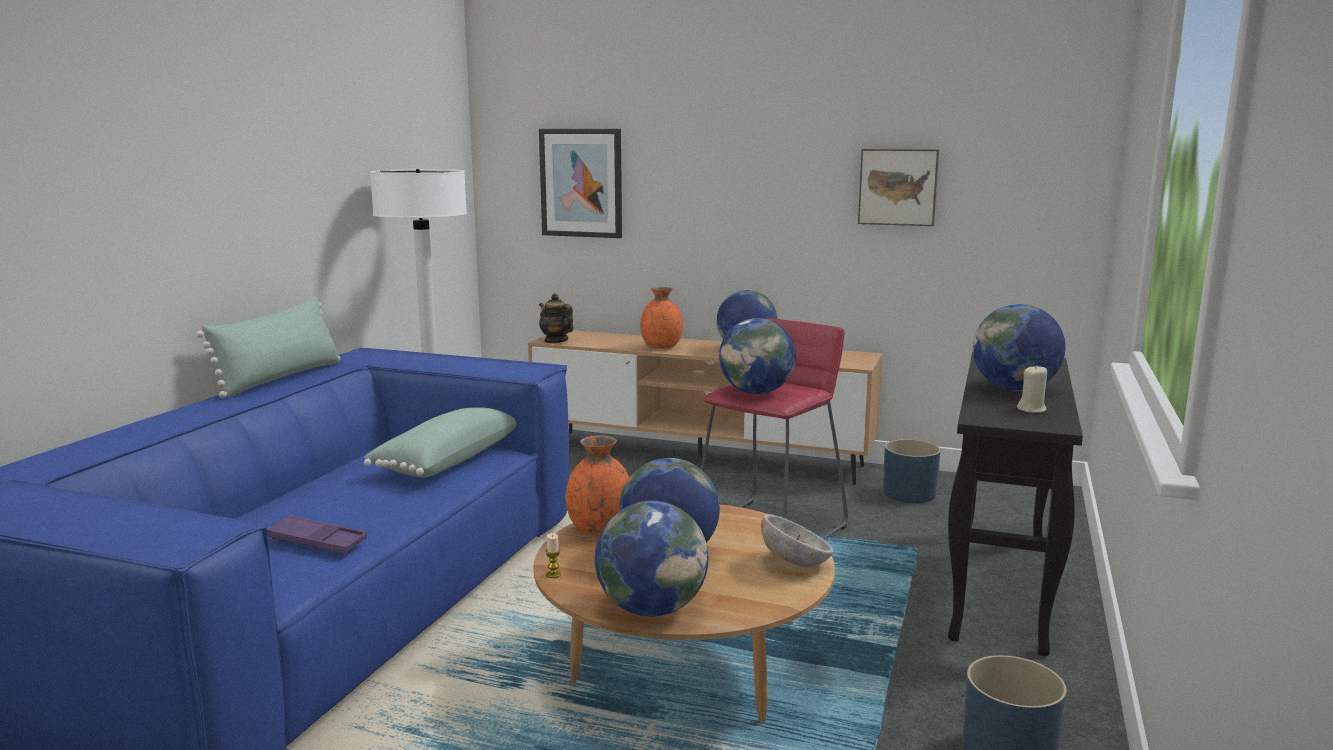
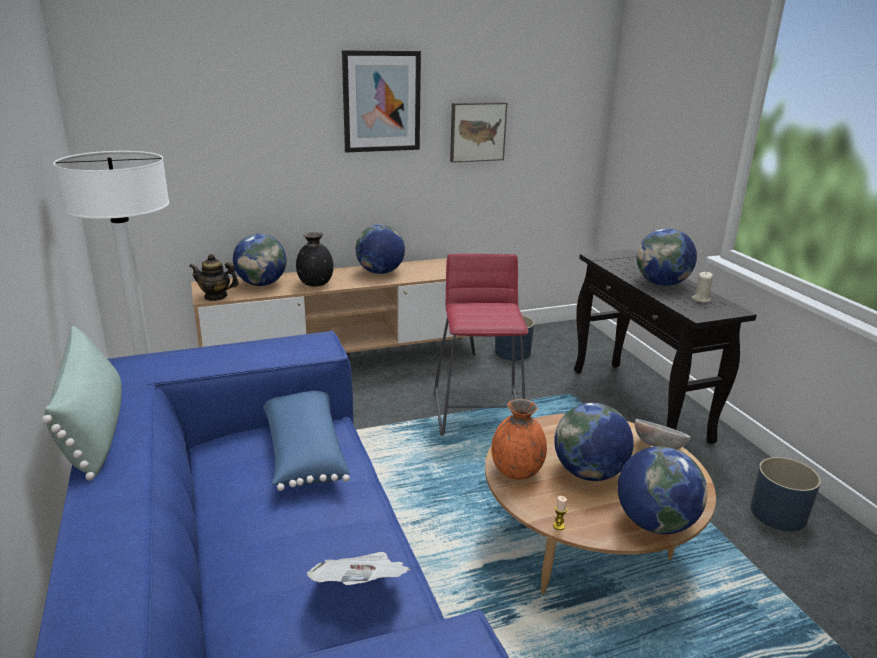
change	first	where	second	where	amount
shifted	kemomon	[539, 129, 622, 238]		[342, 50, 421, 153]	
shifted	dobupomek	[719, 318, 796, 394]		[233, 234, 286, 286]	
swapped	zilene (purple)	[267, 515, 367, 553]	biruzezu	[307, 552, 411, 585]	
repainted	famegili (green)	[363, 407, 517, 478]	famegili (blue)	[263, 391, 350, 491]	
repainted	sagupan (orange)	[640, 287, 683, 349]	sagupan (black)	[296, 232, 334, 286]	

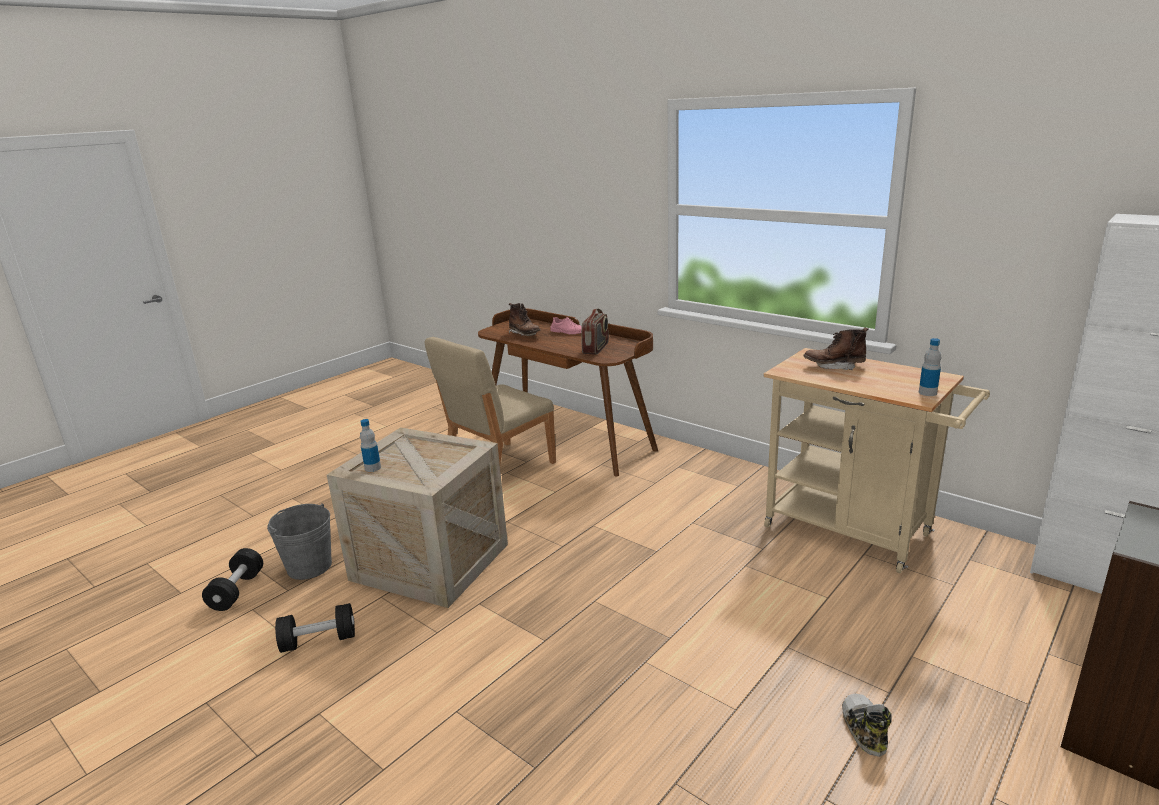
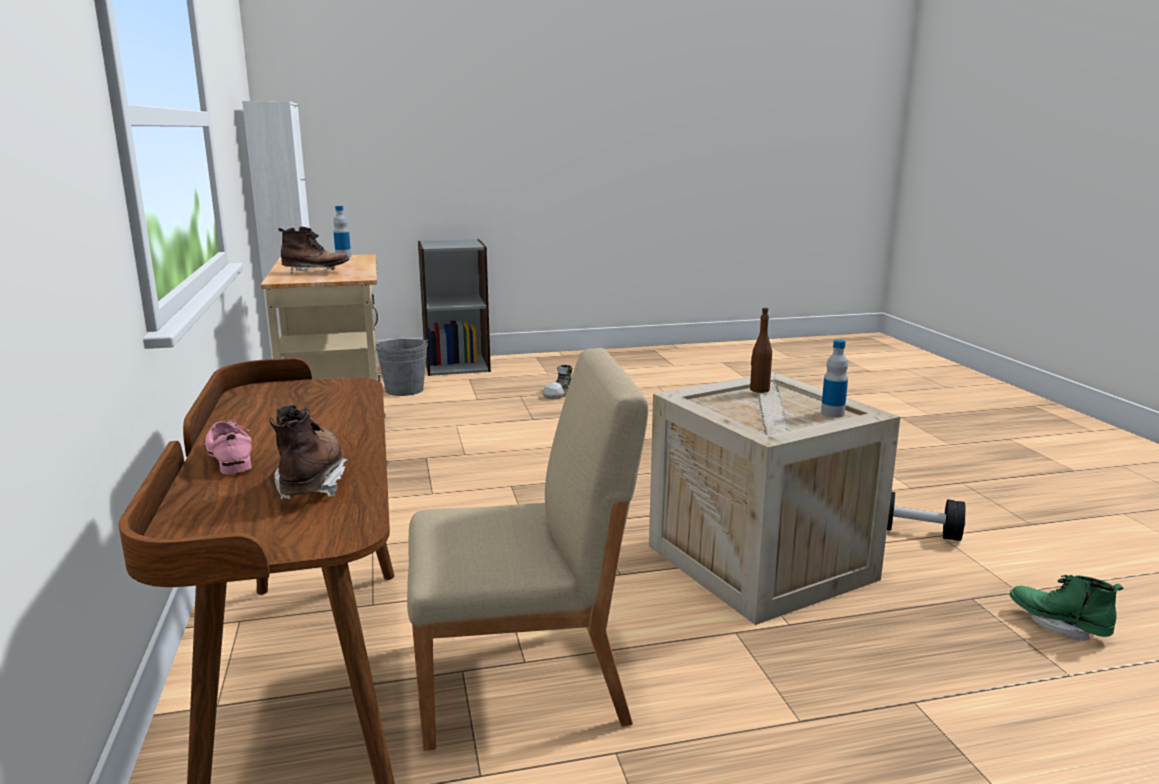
change	first	where	second	where	amount
gone	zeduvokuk	[581, 309, 609, 355]			
new			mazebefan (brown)	[750, 308, 772, 393]	
shifted	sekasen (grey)	[267, 504, 332, 580]		[376, 339, 428, 396]	
swapped	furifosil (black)	[202, 548, 263, 611]	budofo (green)	[1009, 575, 1123, 642]	
rotated	budofo (brown)	[804, 327, 869, 371]		[278, 226, 350, 274]	45 degrees counterclockwise

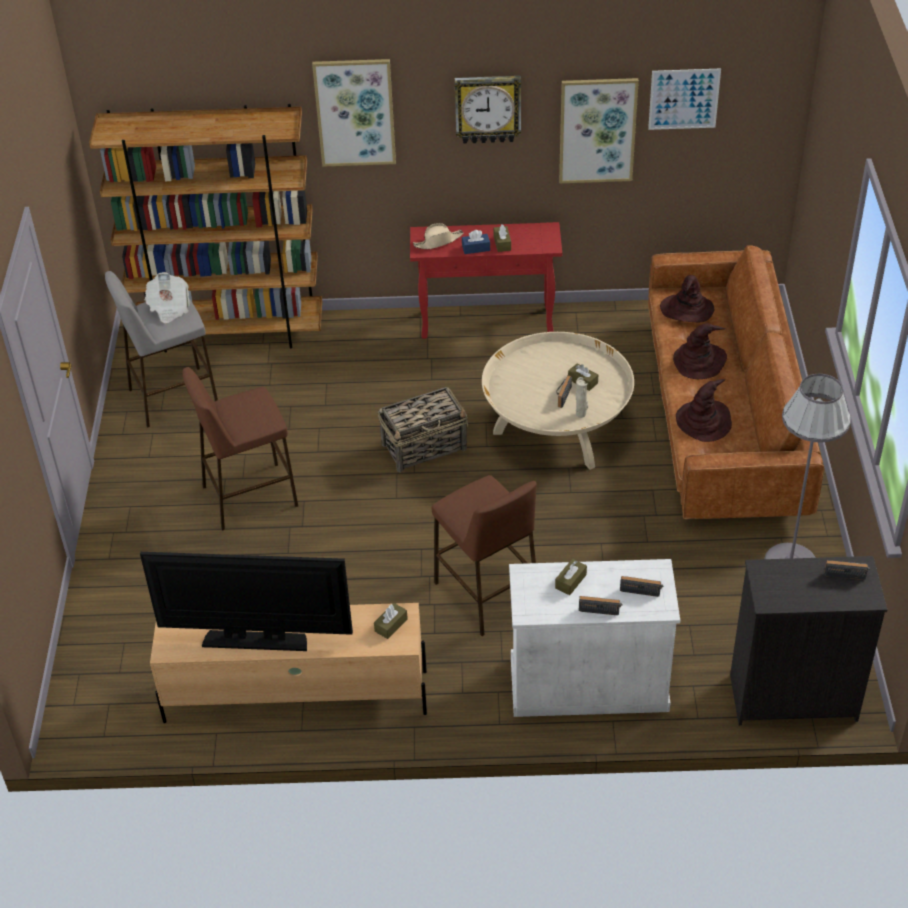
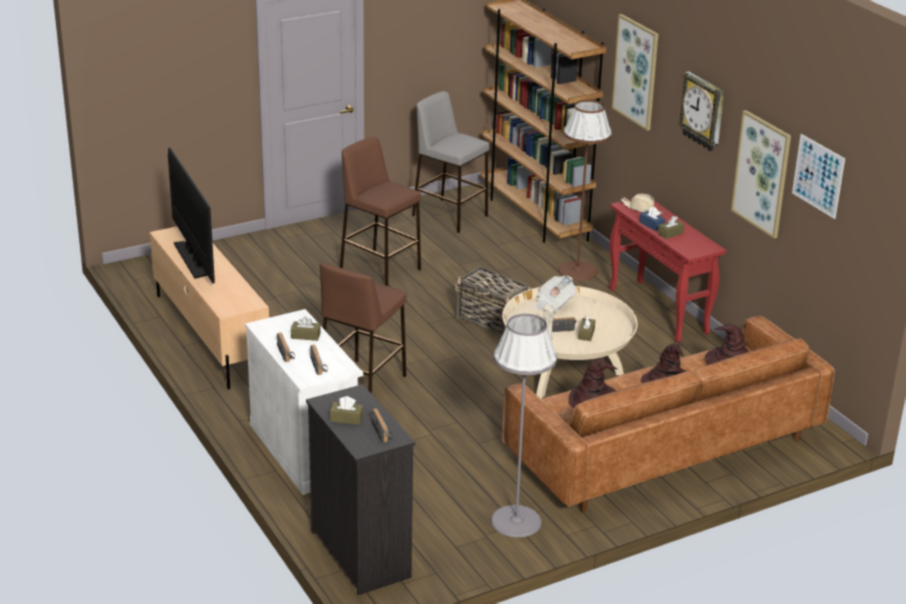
change	first	where	second	where	amount
new			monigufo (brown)	[558, 100, 612, 280]	
shifted	biruzezu	[145, 272, 189, 323]		[533, 276, 577, 312]	
shifted	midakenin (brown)	[374, 603, 408, 639]		[330, 396, 363, 425]	

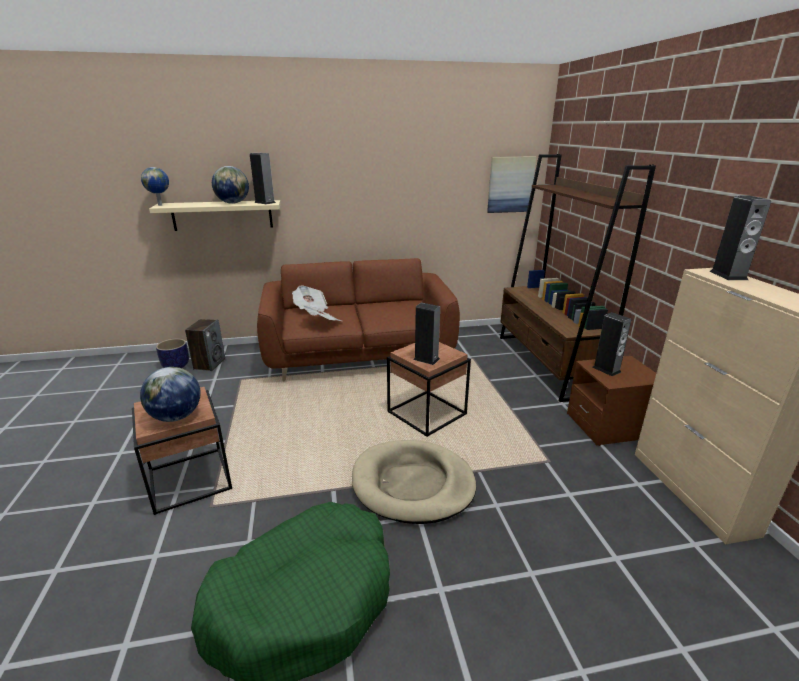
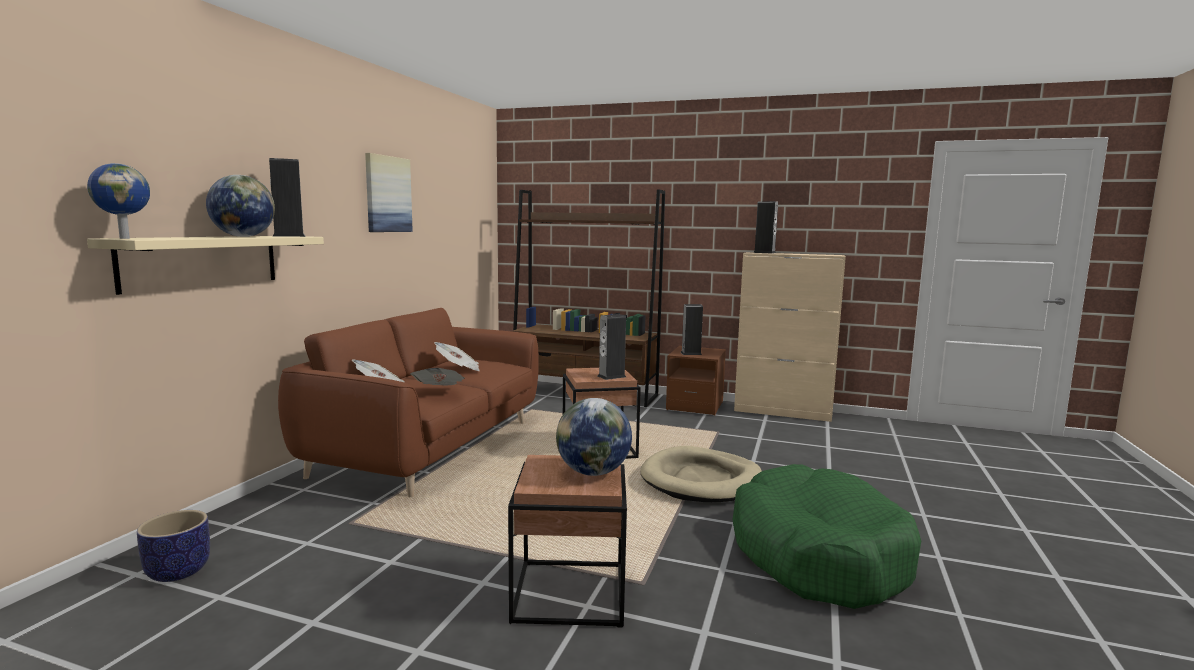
change	first	where	second	where	amount
gone	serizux	[185, 319, 225, 371]			
new			biruzezu	[434, 342, 480, 371]	
shifted	kemomon	[487, 156, 536, 213]		[365, 153, 413, 232]	

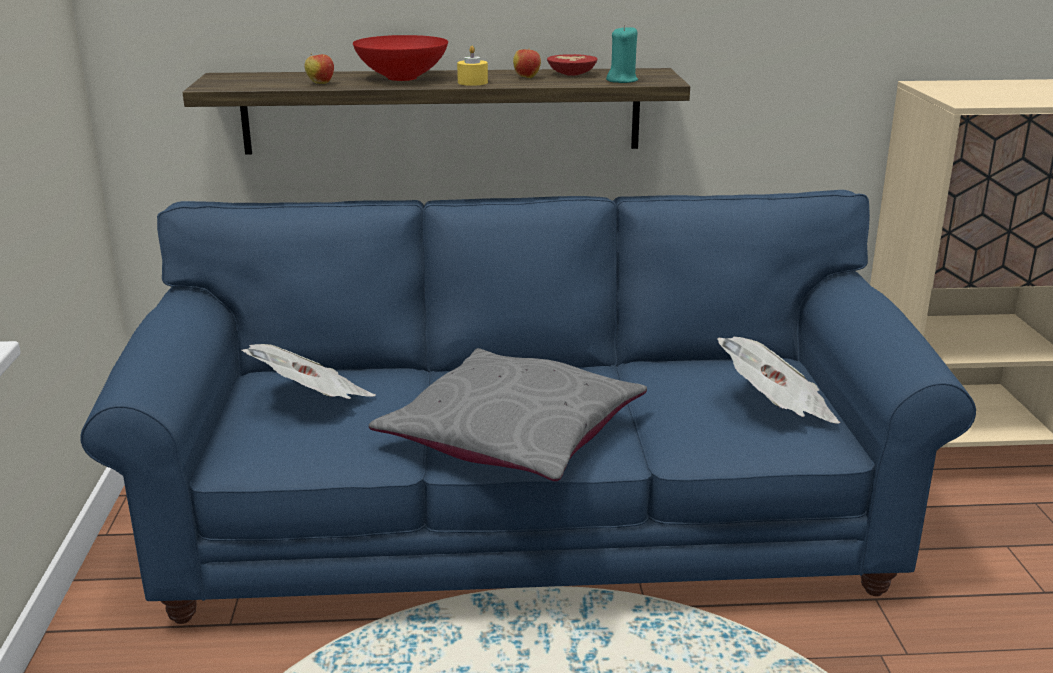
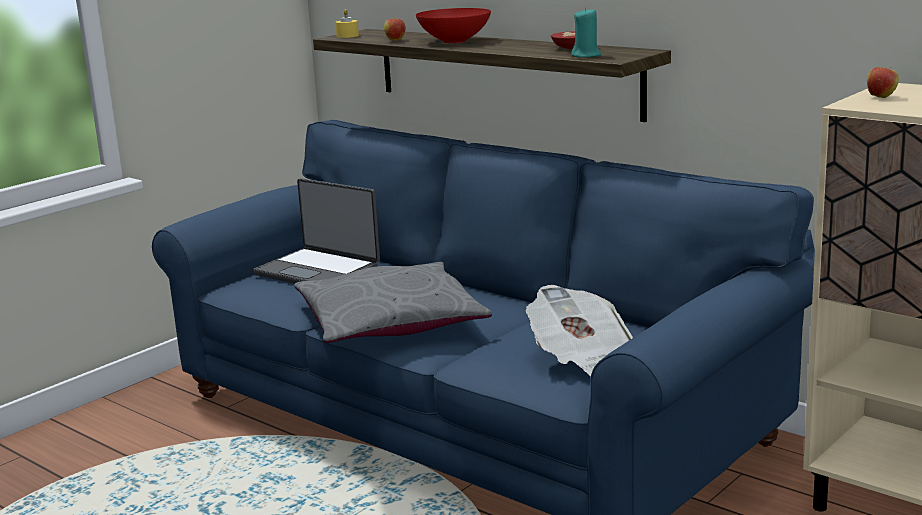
change	first	where	second	where	amount
shifted	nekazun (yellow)	[457, 46, 488, 86]		[335, 9, 359, 38]	
shifted	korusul	[513, 48, 541, 78]		[867, 66, 899, 98]	
swapped	biruzezu	[242, 344, 376, 399]	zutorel	[253, 178, 380, 284]	

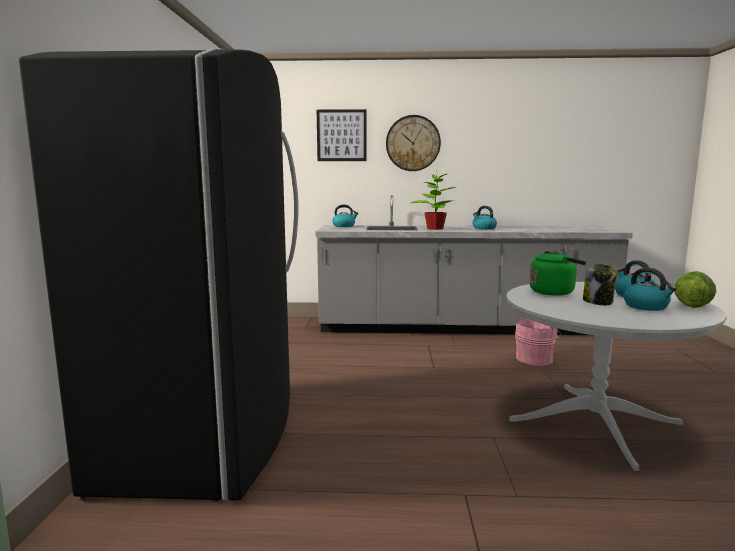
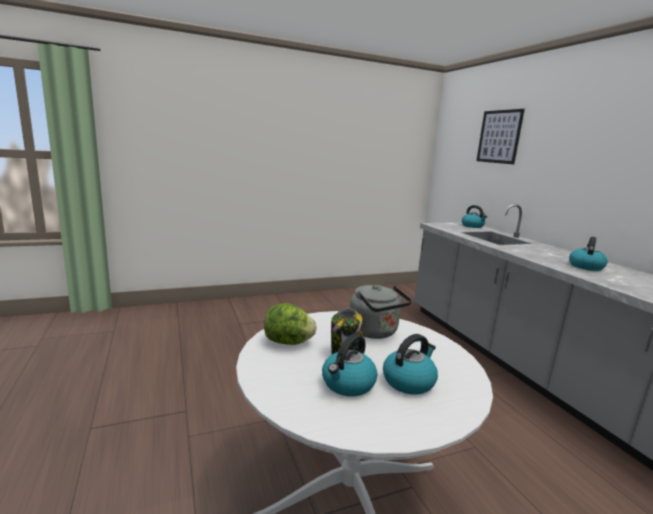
change	first	where	second	where	amount
gone	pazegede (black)	[19, 48, 299, 502]			
gone	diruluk	[386, 115, 441, 171]			
gone	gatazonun	[411, 170, 457, 230]			
gone	sekasen (pink)	[515, 317, 562, 366]			
shifted	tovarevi	[674, 271, 717, 308]		[264, 303, 317, 345]	
repainted	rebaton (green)	[530, 251, 586, 296]	rebaton (grey)	[349, 285, 412, 339]	

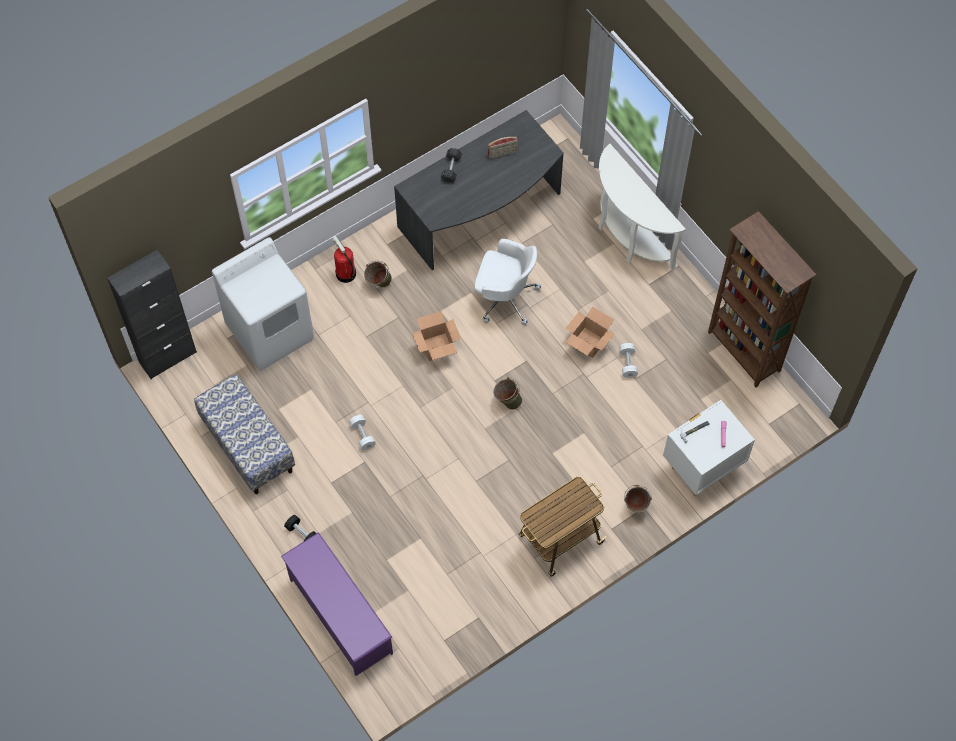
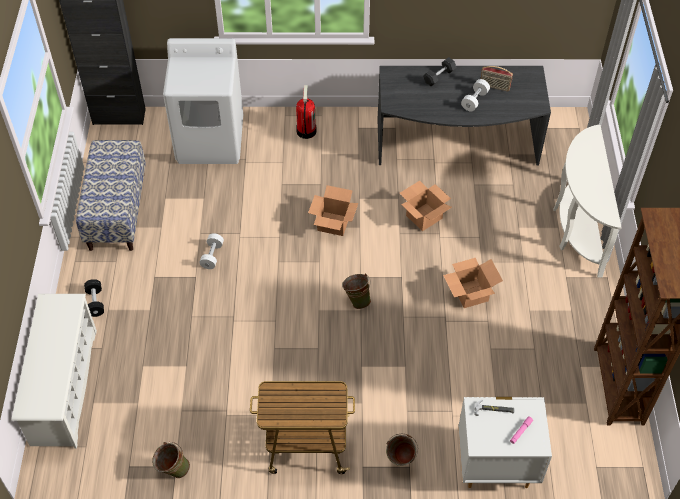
change	first	where	second	where	amount
shifted	sekasen (green)	[364, 261, 392, 287]		[152, 442, 190, 478]	
shifted	furifosil (white)	[619, 343, 638, 378]		[461, 79, 490, 111]	
swapped	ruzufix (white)	[474, 239, 541, 325]	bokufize	[400, 181, 452, 231]	
repainted	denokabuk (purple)	[281, 532, 393, 676]	denokabuk (white)	[12, 294, 97, 449]	

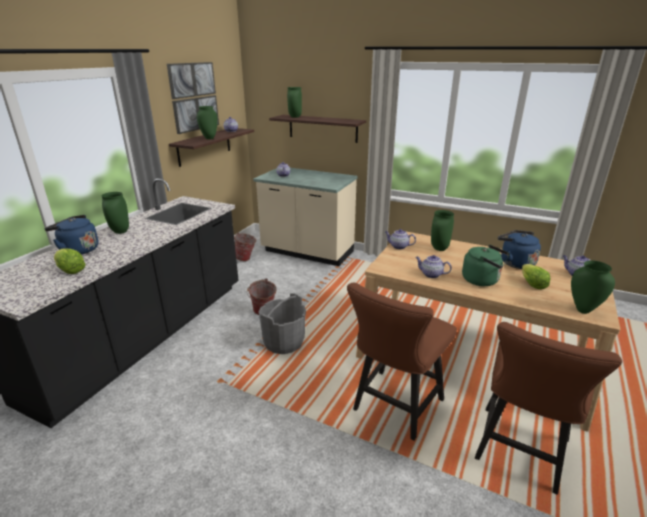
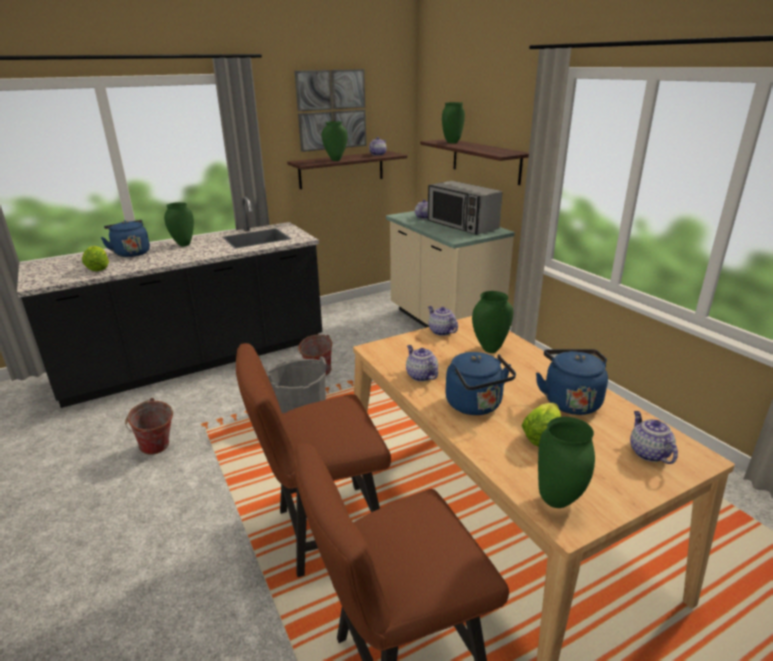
change	first	where	second	where	amount
new			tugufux	[428, 181, 502, 235]	
shifted	sekasen	[234, 232, 256, 261]		[125, 398, 173, 454]	
repainted	rebaton (green)	[462, 245, 510, 286]	rebaton (blue)	[446, 352, 516, 415]	

